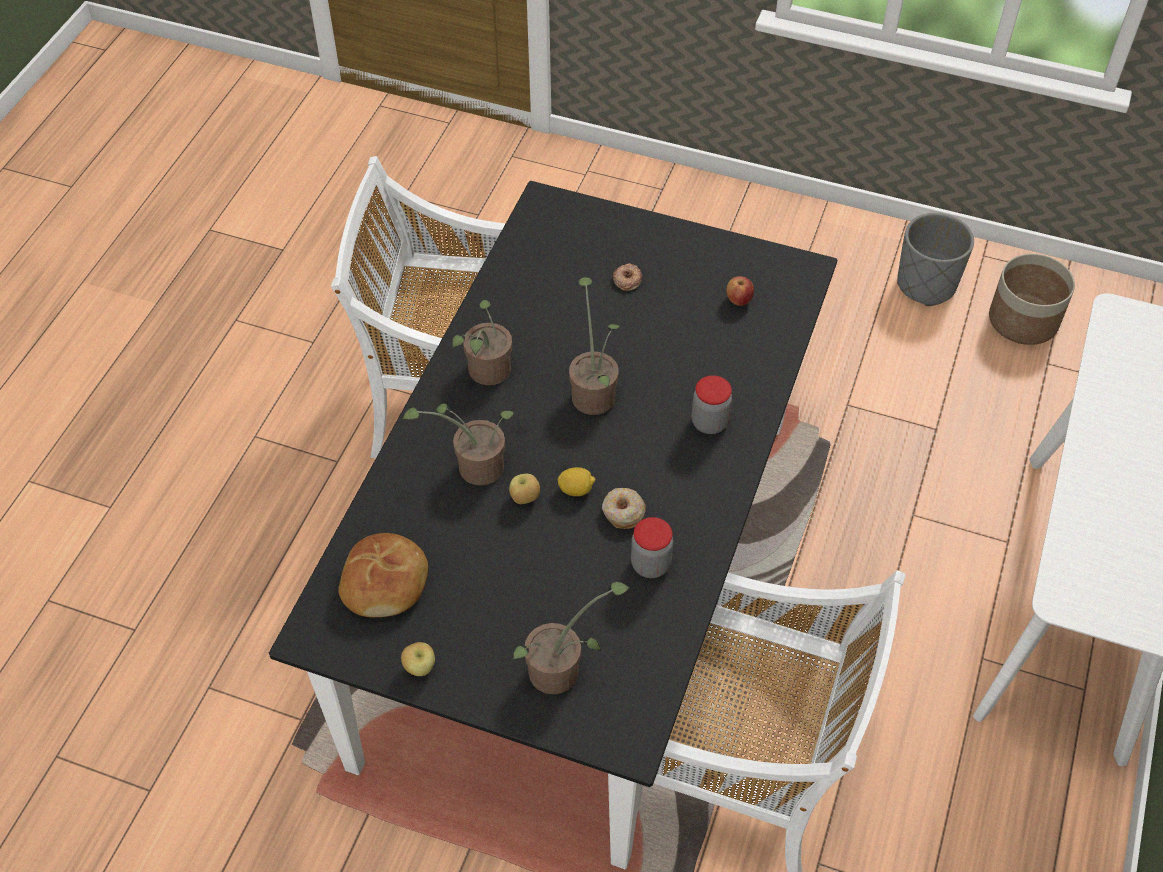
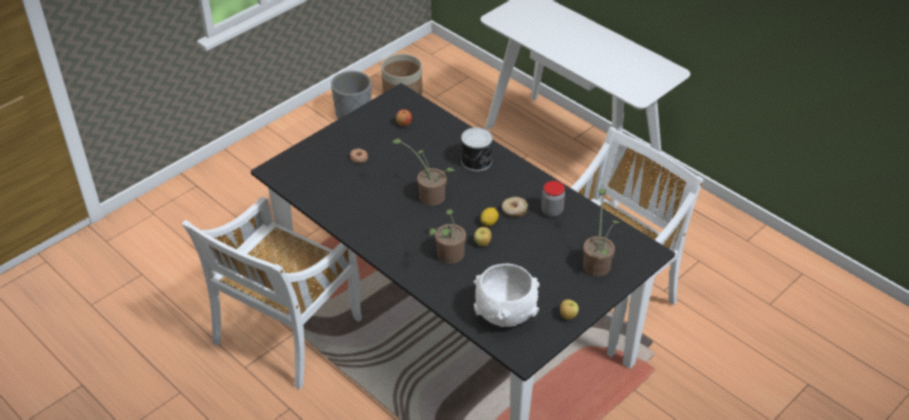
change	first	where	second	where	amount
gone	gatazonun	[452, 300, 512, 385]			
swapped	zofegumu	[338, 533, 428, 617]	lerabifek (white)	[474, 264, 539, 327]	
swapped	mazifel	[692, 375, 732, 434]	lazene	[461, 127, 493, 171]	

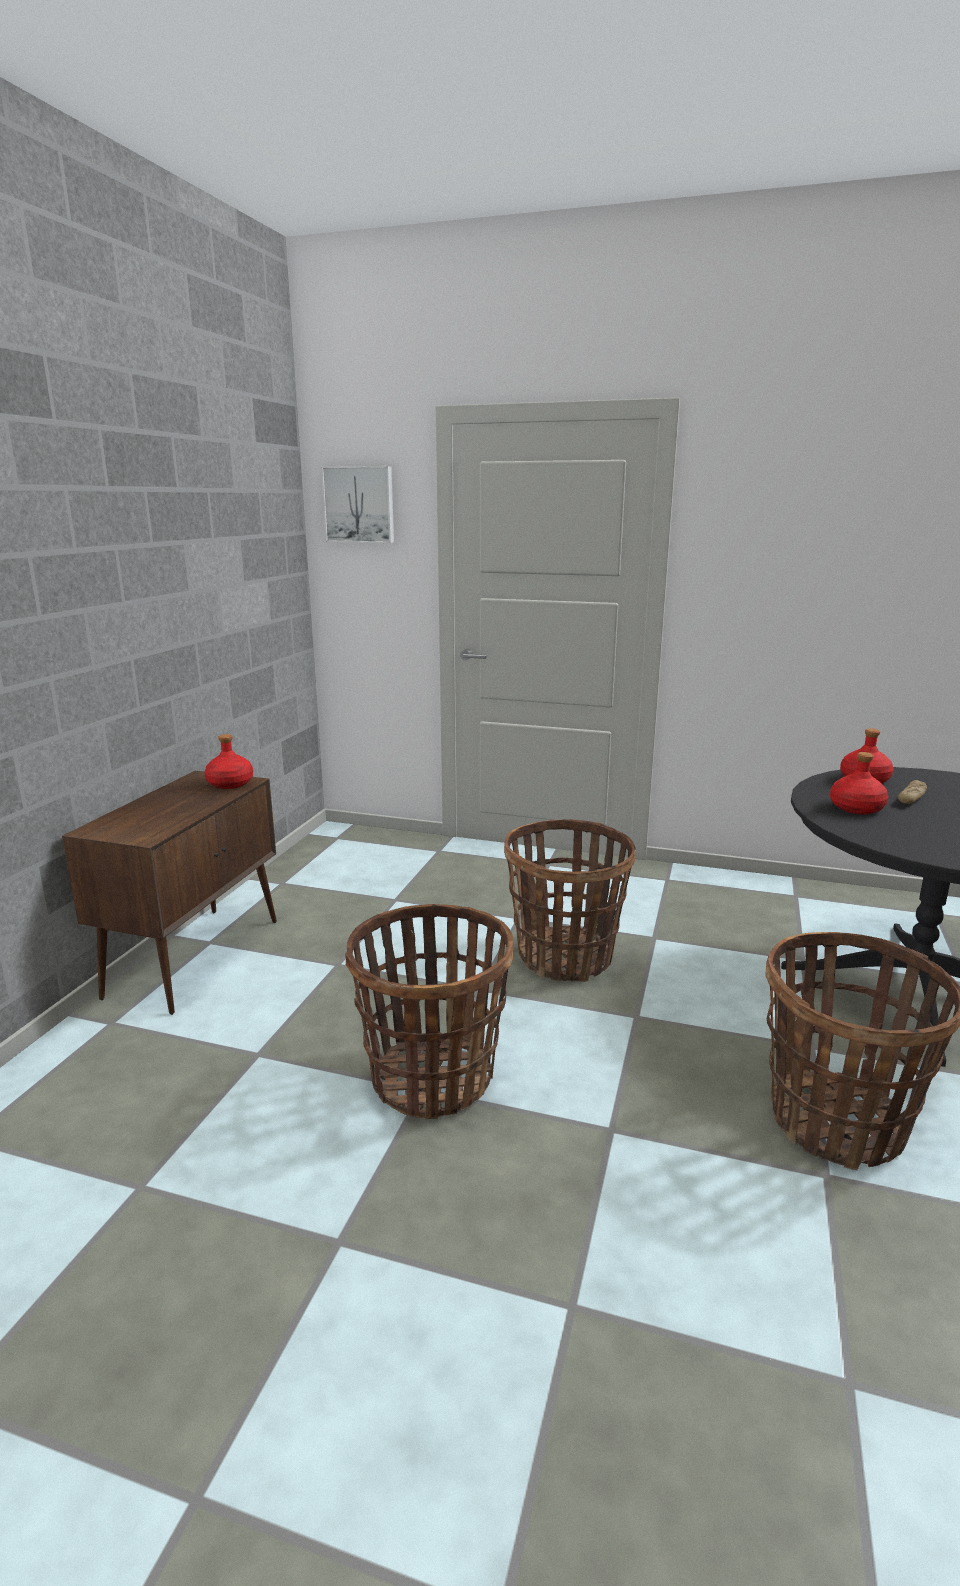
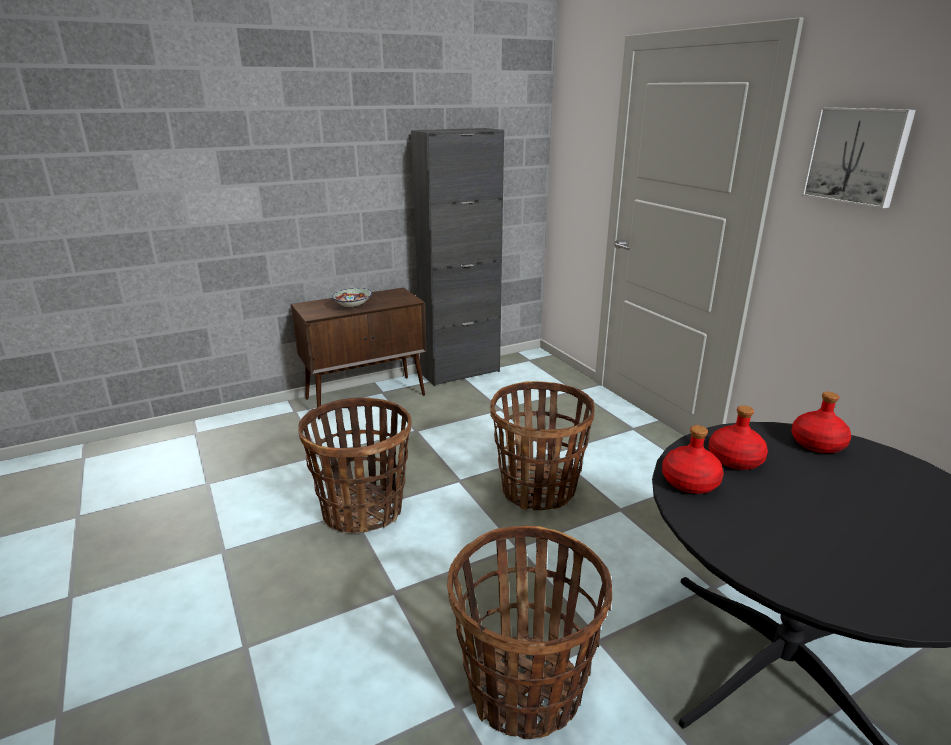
change	first	where	second	where	amount
gone	zofegumu	[898, 780, 927, 804]			
new			lerabifek	[332, 288, 372, 307]	
new			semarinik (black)	[411, 128, 504, 386]	
shifted	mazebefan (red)	[204, 734, 253, 789]		[662, 425, 724, 494]	
shifted	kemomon	[321, 466, 394, 543]		[802, 107, 916, 209]	

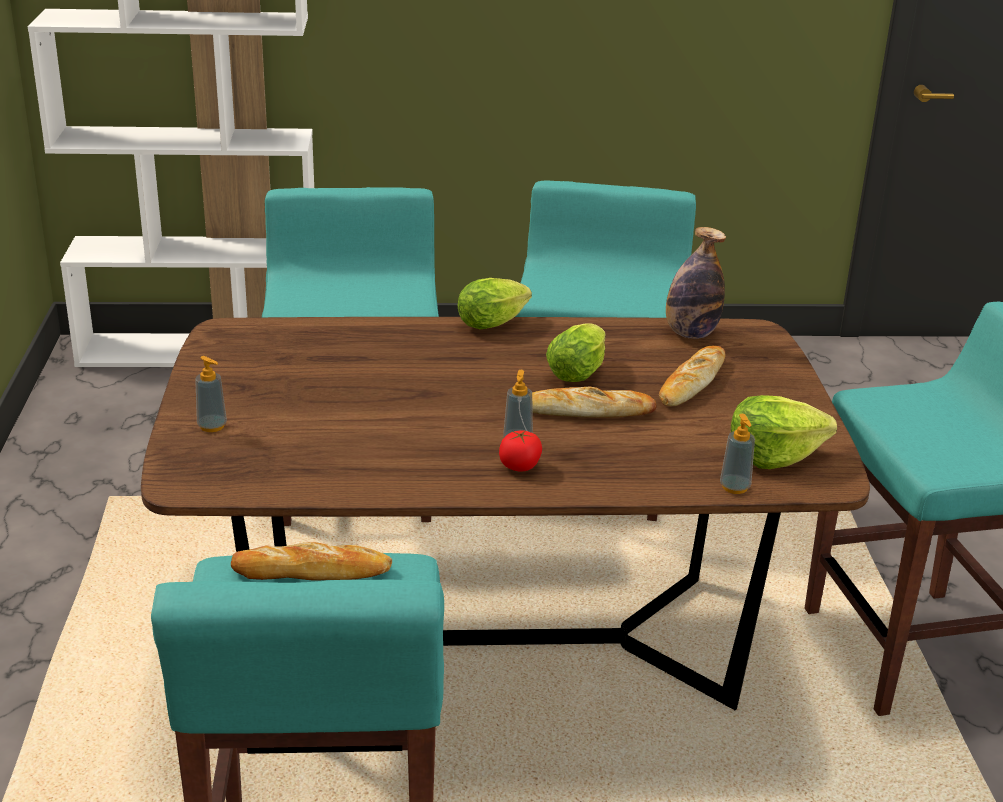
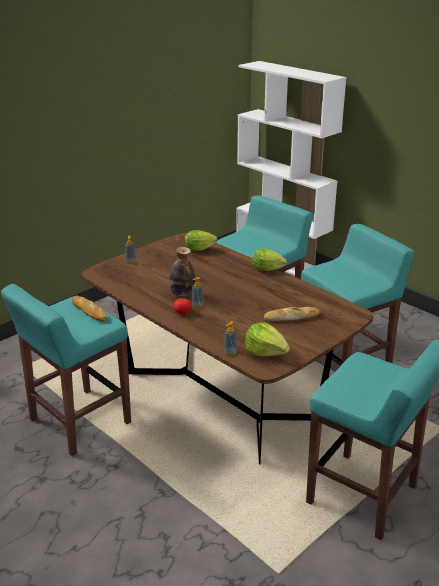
change	first	where	second	where	amount
gone	zofegumu	[532, 387, 657, 418]			
shifted	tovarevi	[546, 323, 606, 382]		[184, 231, 217, 251]	
shifted	mazebefan	[666, 227, 726, 339]		[169, 247, 195, 297]	

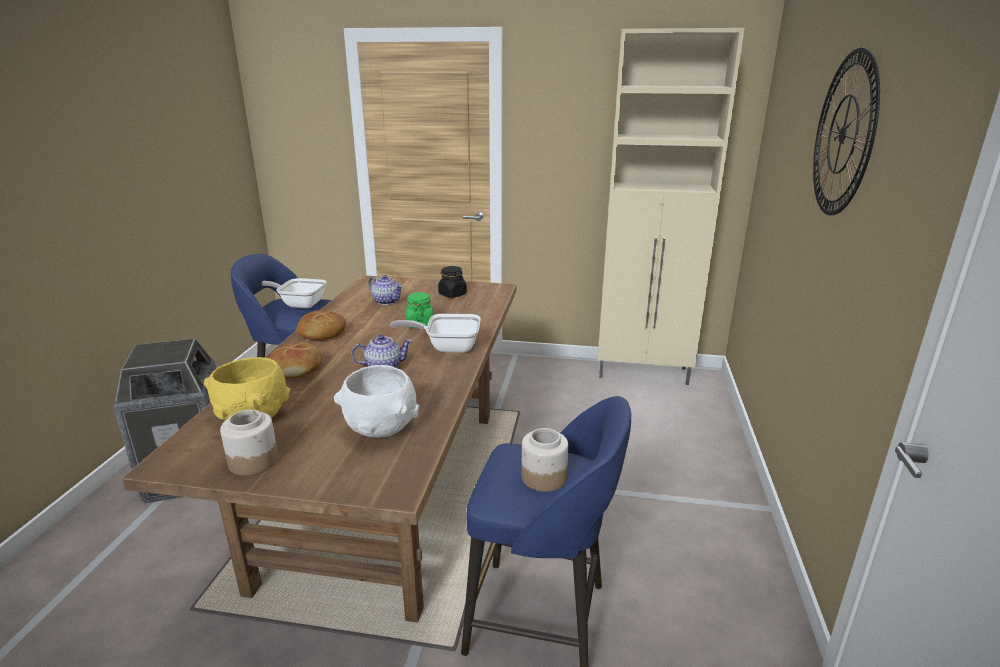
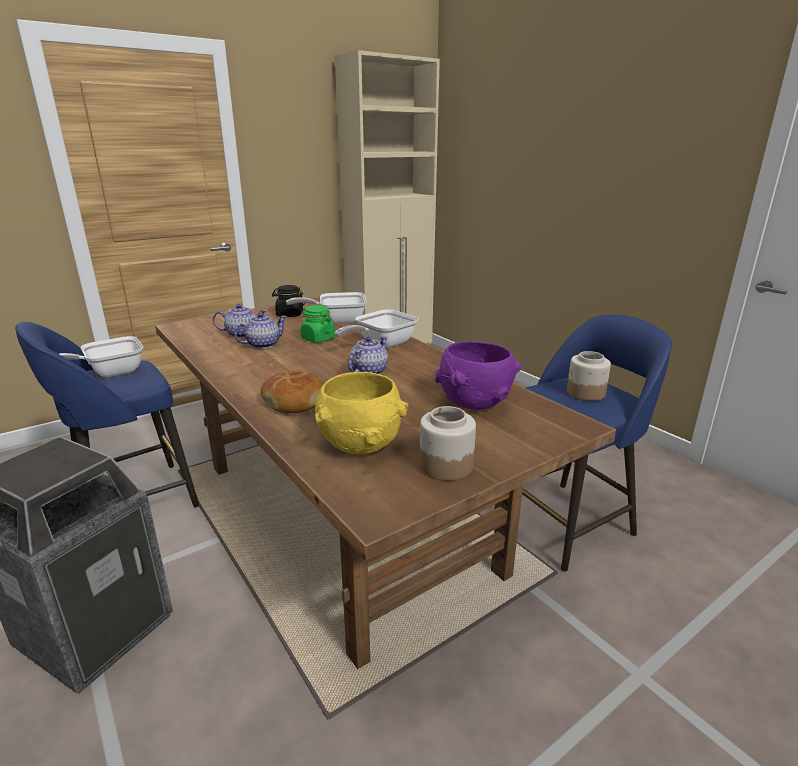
change	first	where	second	where	amount
gone	zofegumu	[296, 310, 346, 340]			
gone	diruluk	[813, 47, 880, 215]			
new			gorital	[234, 313, 287, 349]	
new			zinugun	[286, 292, 367, 324]	
repainted	lerabifek (white)	[334, 365, 419, 438]	lerabifek (purple)	[435, 341, 521, 410]	

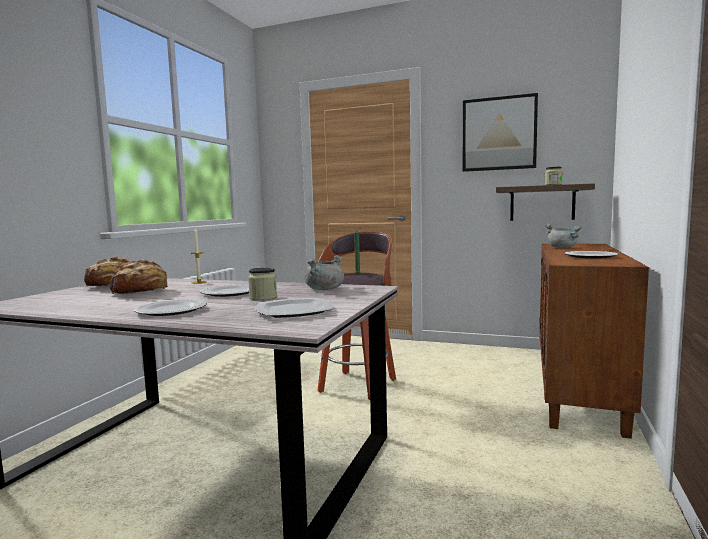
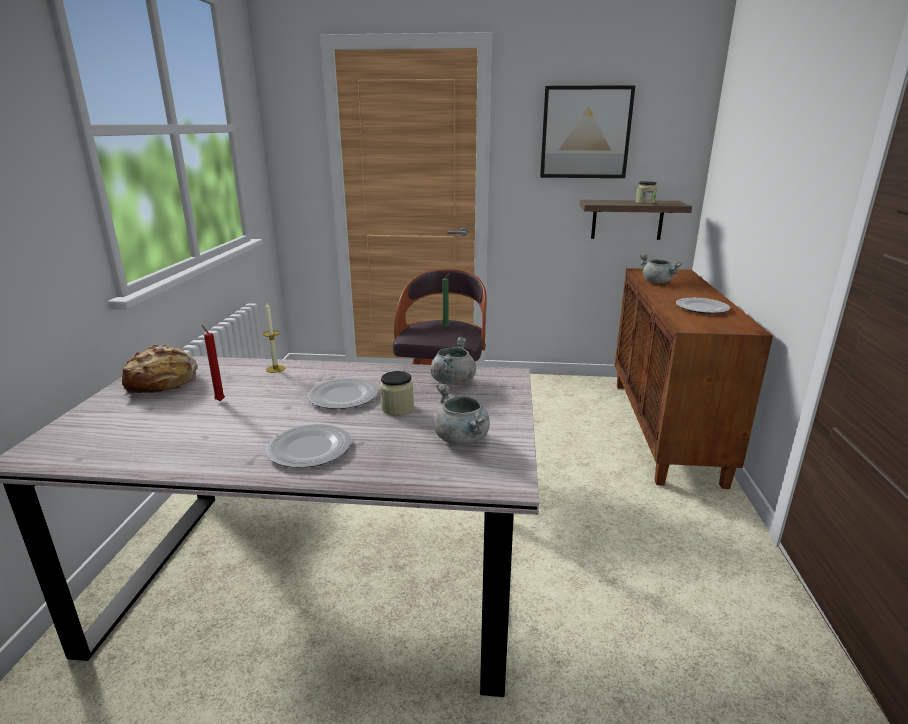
change	first	where	second	where	amount
swapped	zofegumu	[110, 259, 167, 294]	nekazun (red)	[202, 325, 225, 401]	
swapped	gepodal	[255, 298, 333, 318]	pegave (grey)	[434, 384, 490, 445]	

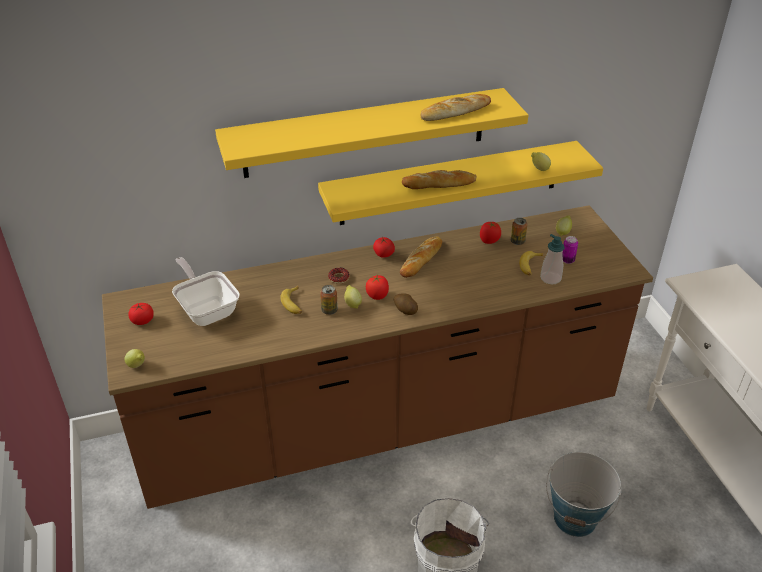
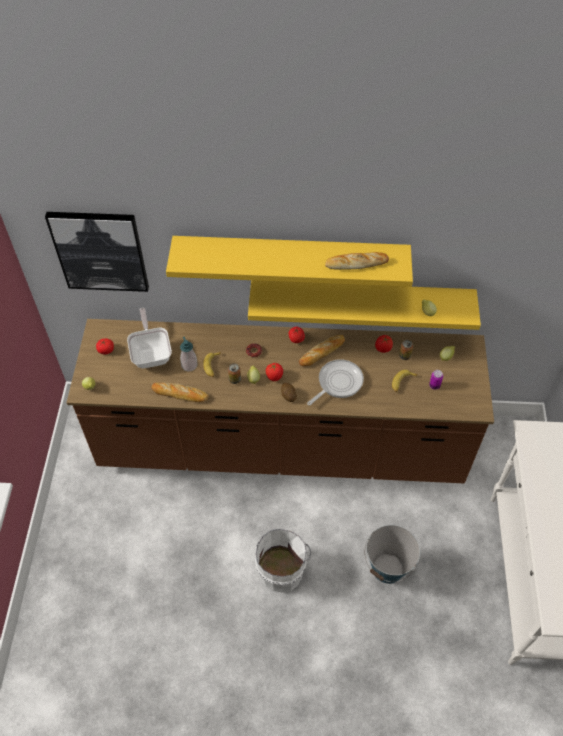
change	first	where	second	where	amount
new			kemomon	[45, 212, 149, 292]	
new			zinugun	[307, 359, 364, 405]	
shifted	zofegumu	[402, 170, 477, 189]		[151, 383, 209, 402]	
shifted	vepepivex	[540, 234, 565, 284]		[180, 337, 198, 371]	

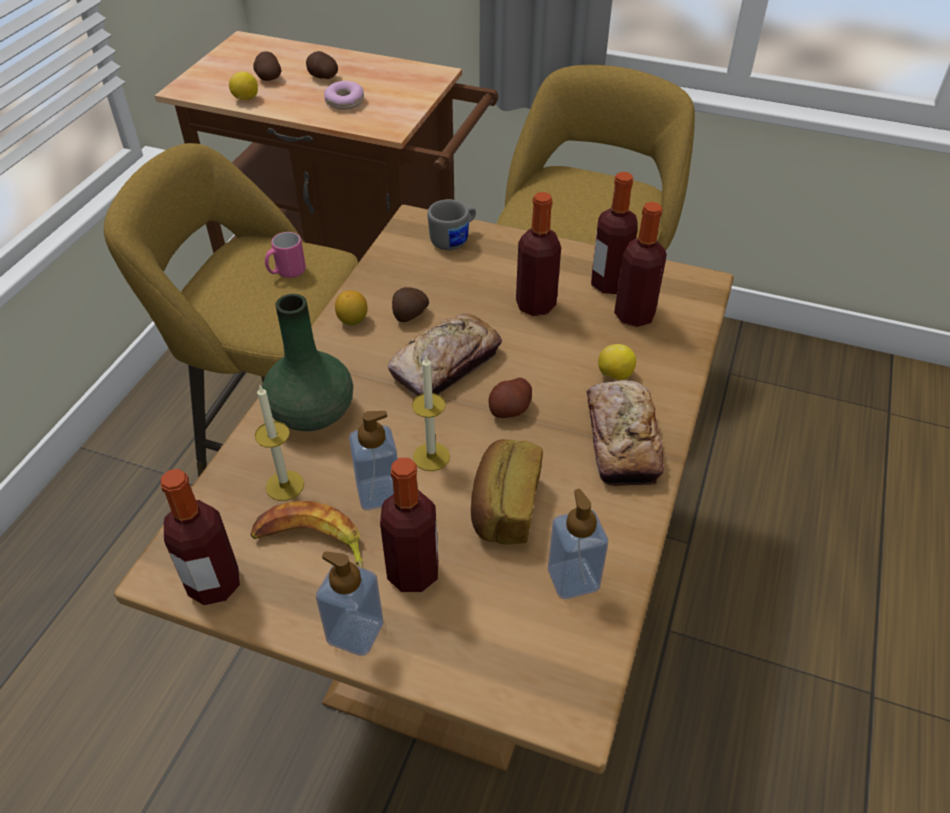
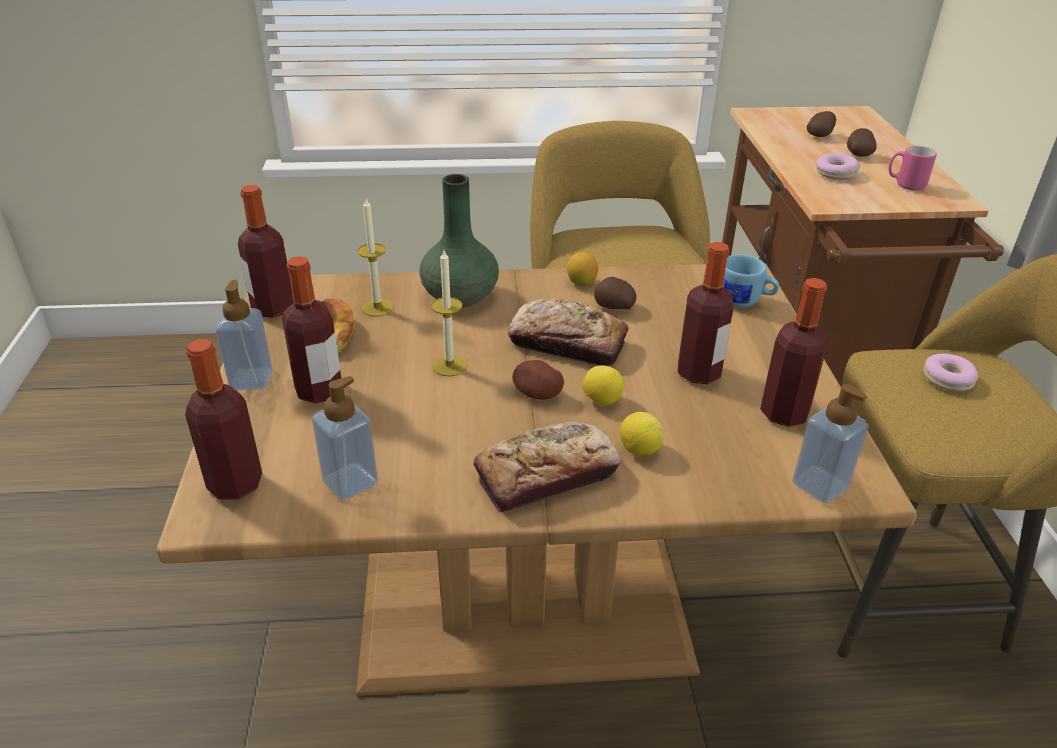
change	first	where	second	where	amount
gone	zofegumu	[471, 439, 543, 545]			
new			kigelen	[924, 354, 978, 392]	
shifted	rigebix	[229, 71, 258, 100]		[583, 365, 624, 406]	
shifted	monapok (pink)	[265, 232, 306, 278]		[889, 146, 937, 191]	
shifted	vepepivex	[349, 411, 398, 510]		[792, 384, 869, 504]	
shifted	mazebefan	[614, 202, 667, 327]		[185, 339, 262, 500]	
repainted	monapok (grey)	[427, 199, 476, 250]	monapok (blue)	[723, 254, 779, 307]	

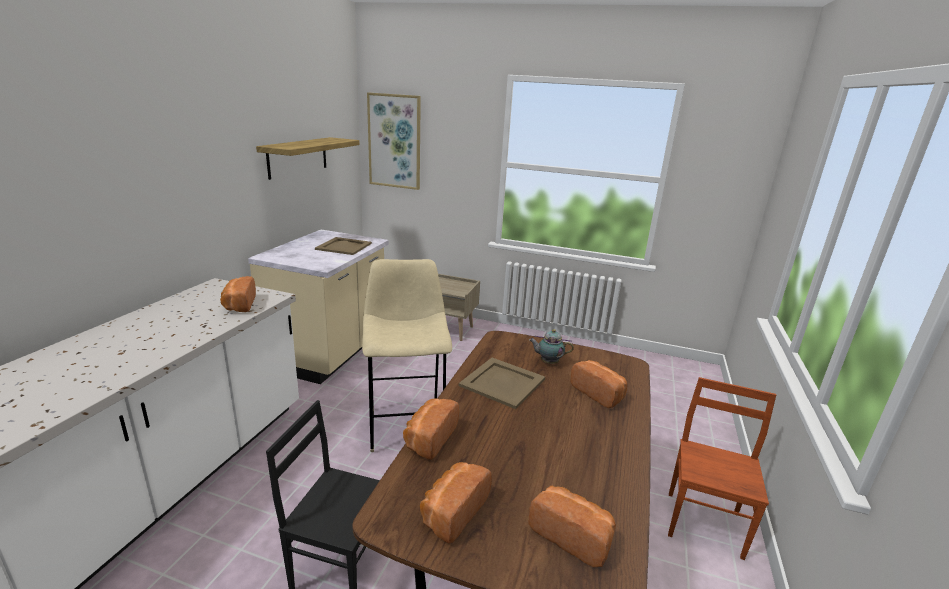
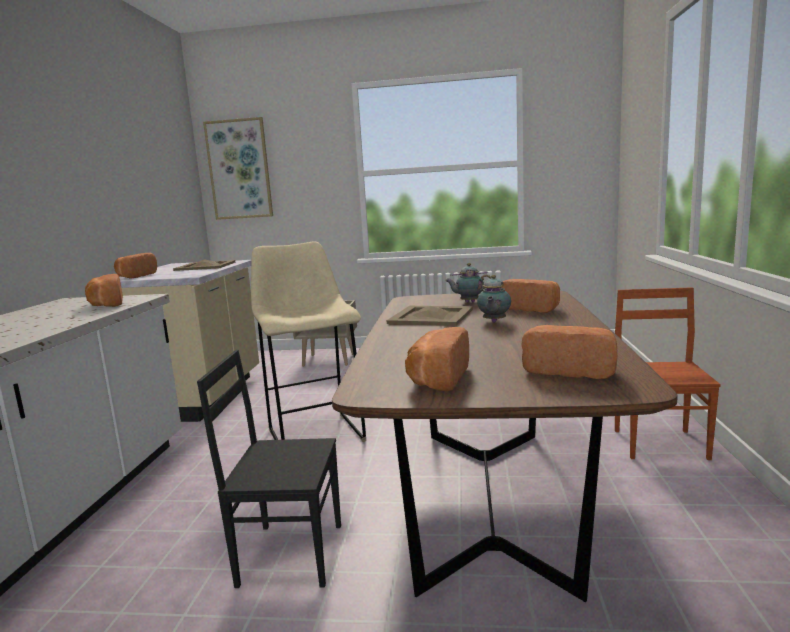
change	first	where	second	where	amount
gone	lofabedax	[256, 137, 359, 180]			
new			gorital	[477, 275, 511, 323]	
shifted	zofegumu	[403, 399, 459, 460]		[114, 253, 157, 278]	

